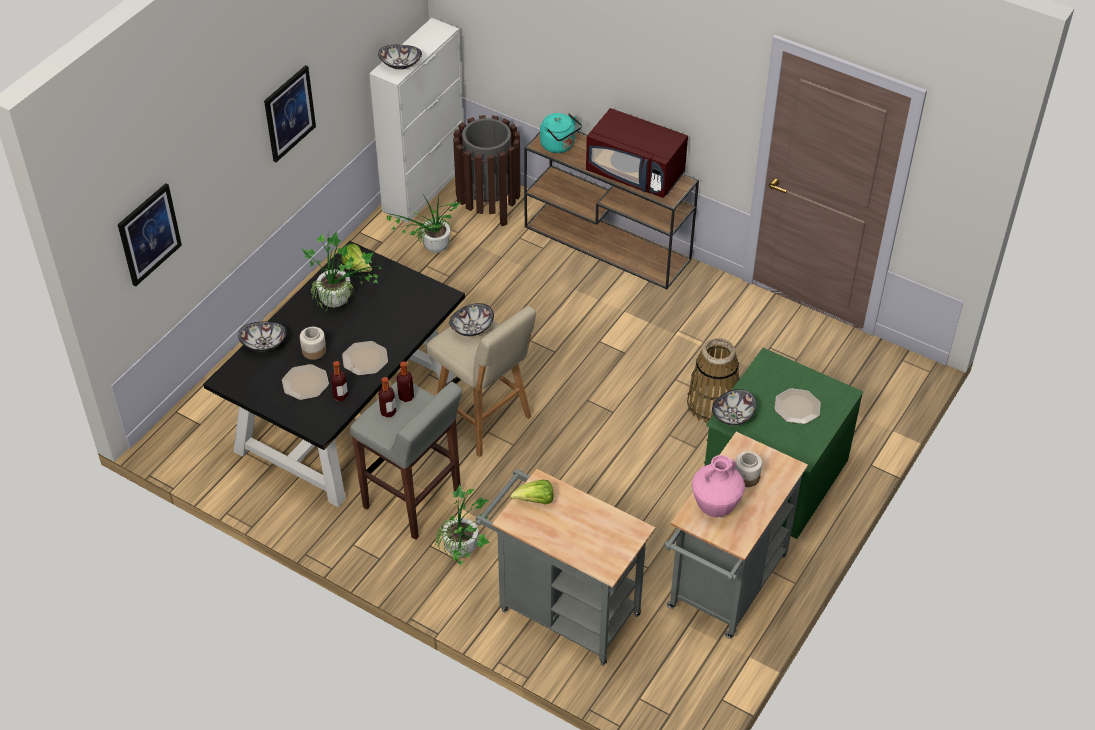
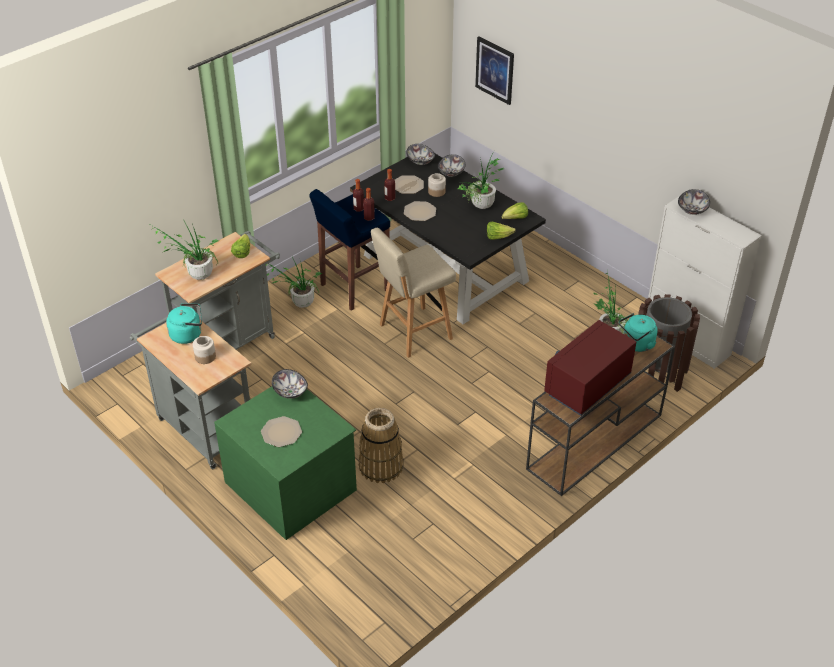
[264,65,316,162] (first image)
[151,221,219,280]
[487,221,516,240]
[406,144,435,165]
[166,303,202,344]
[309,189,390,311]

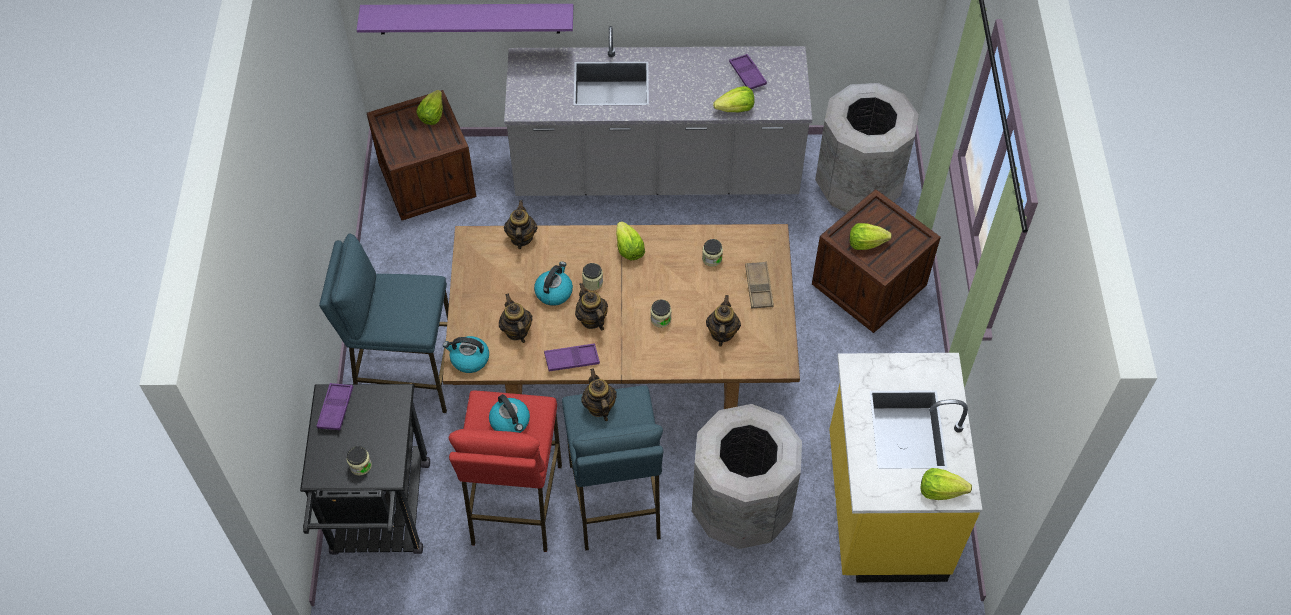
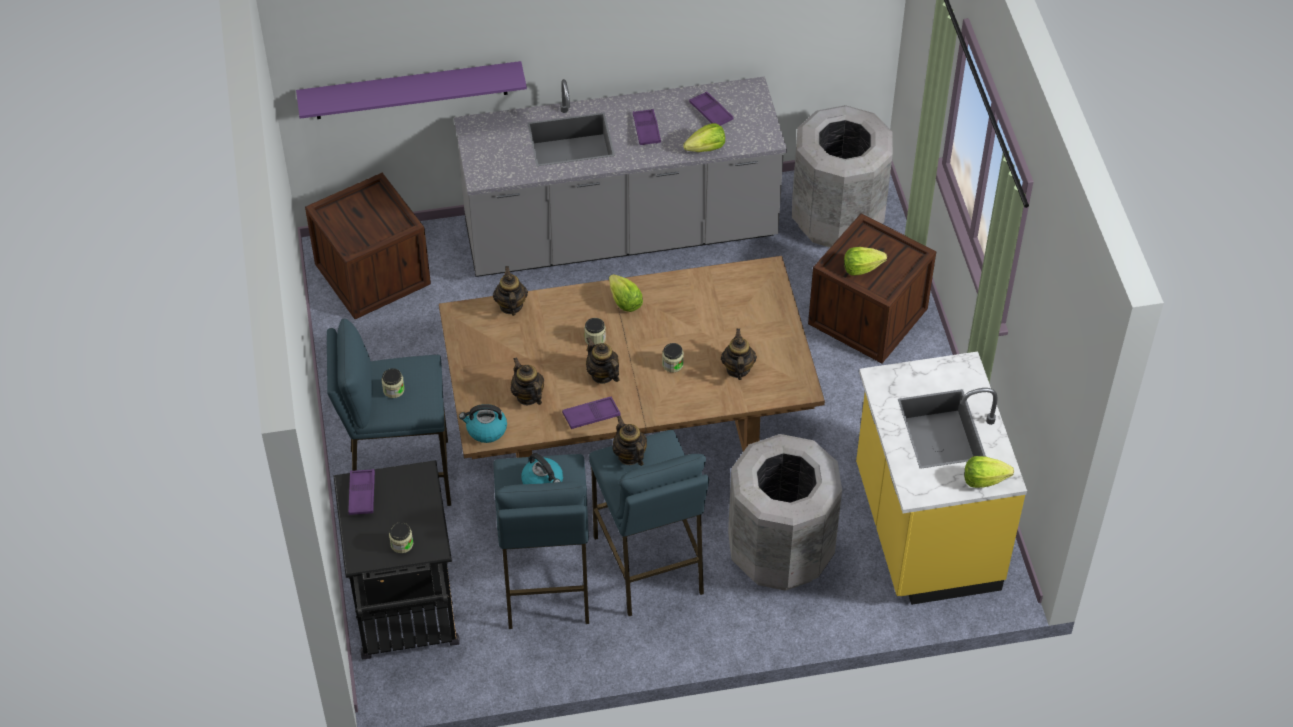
[417,90,443,125] (first image)
[534,262,573,306] (first image)
[745,262,774,309] (first image)
[633,109,661,145]
[382,368,405,398]
[493,454,589,629]

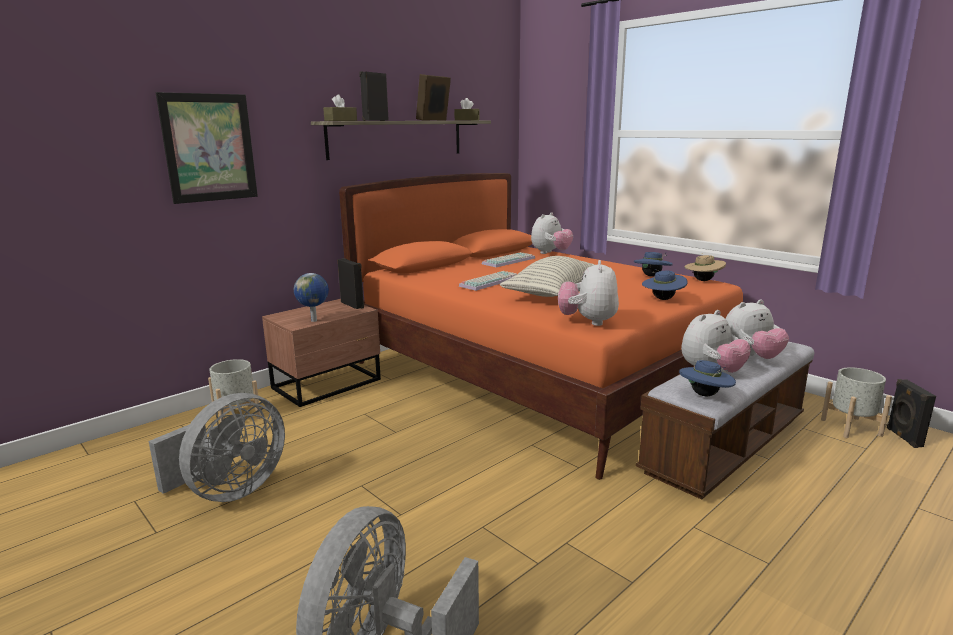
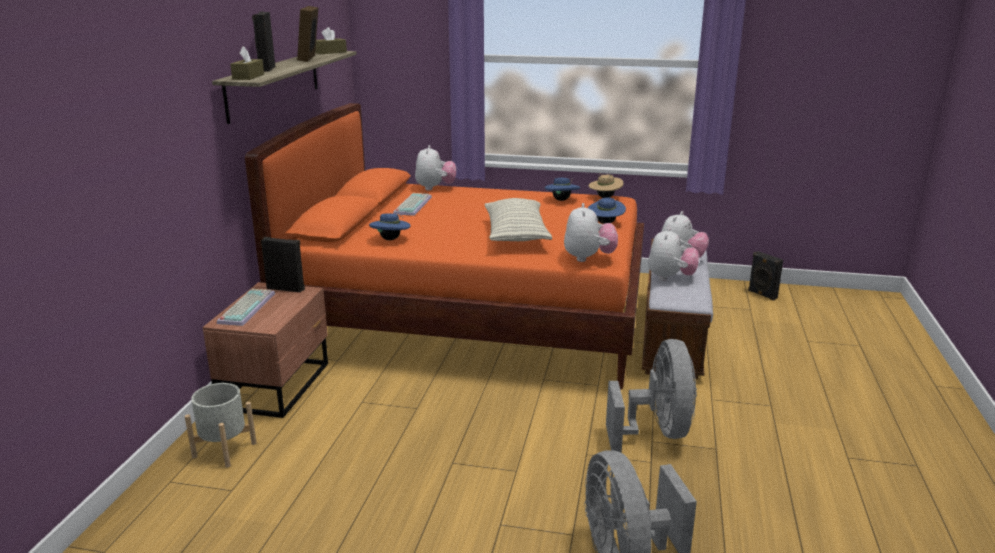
[156,92,258,204] (first image)
[294,273,329,322] (first image)
[821,367,892,438] (first image)
[606,339,697,453]
[217,289,275,326]
[369,213,411,240]
[564,203,618,262]

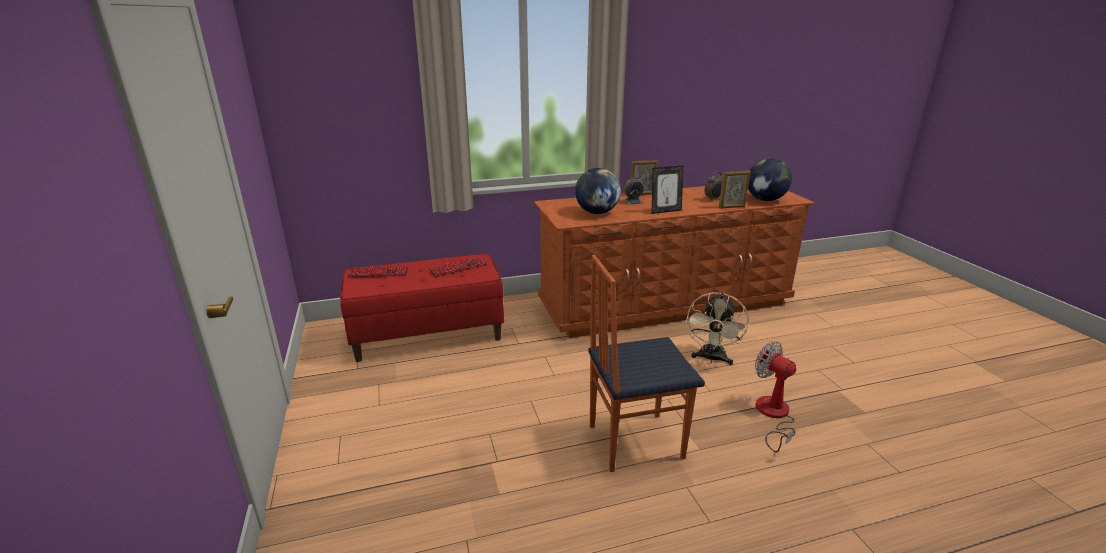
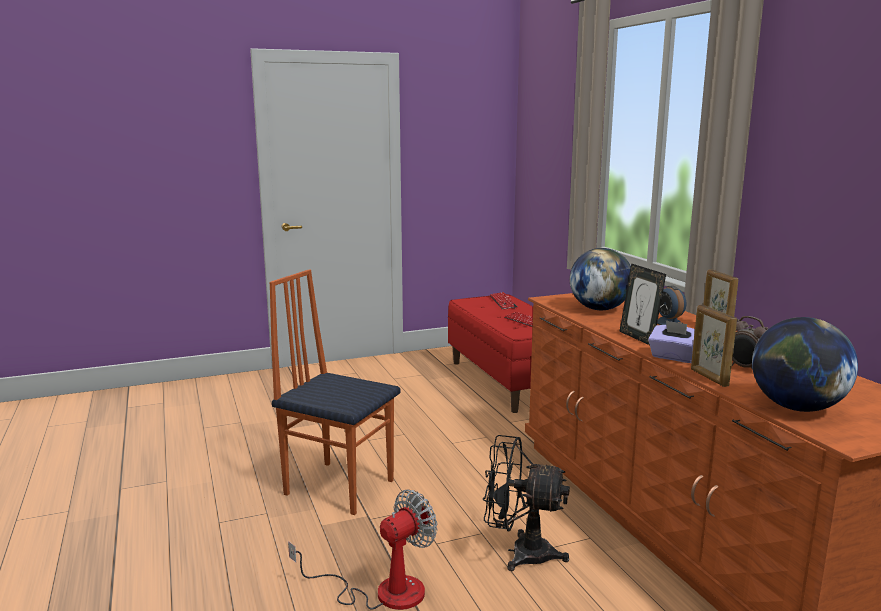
[648,320,695,363]
[483,435,570,571]
[269,269,401,515]

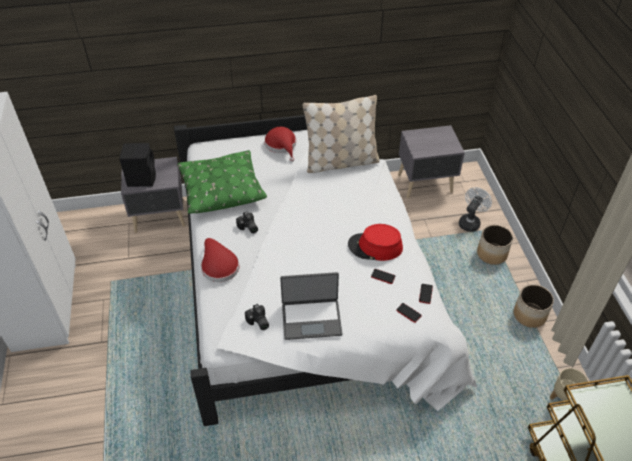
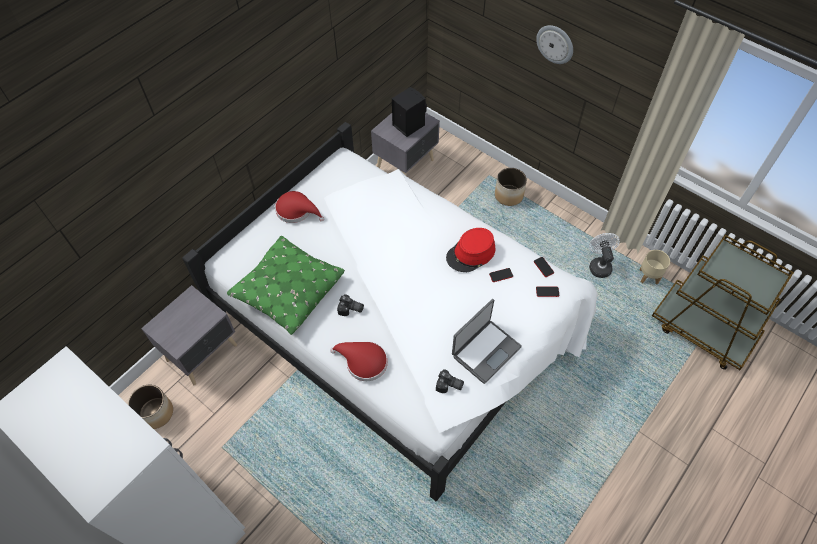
[303,95,380,173] (first image)
[536,25,573,64]
[392,87,427,137]
[589,233,620,278]
[128,385,173,429]

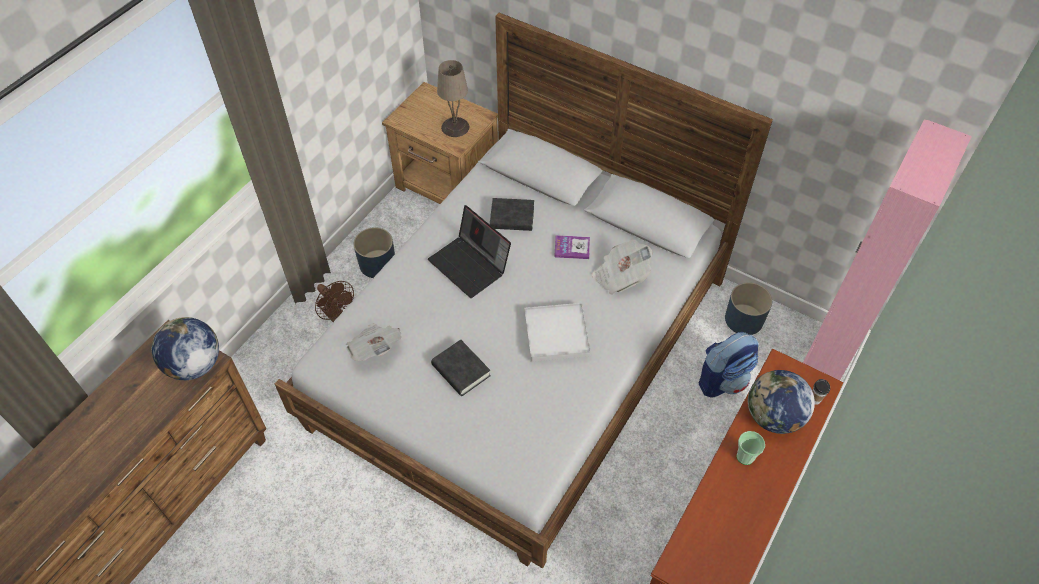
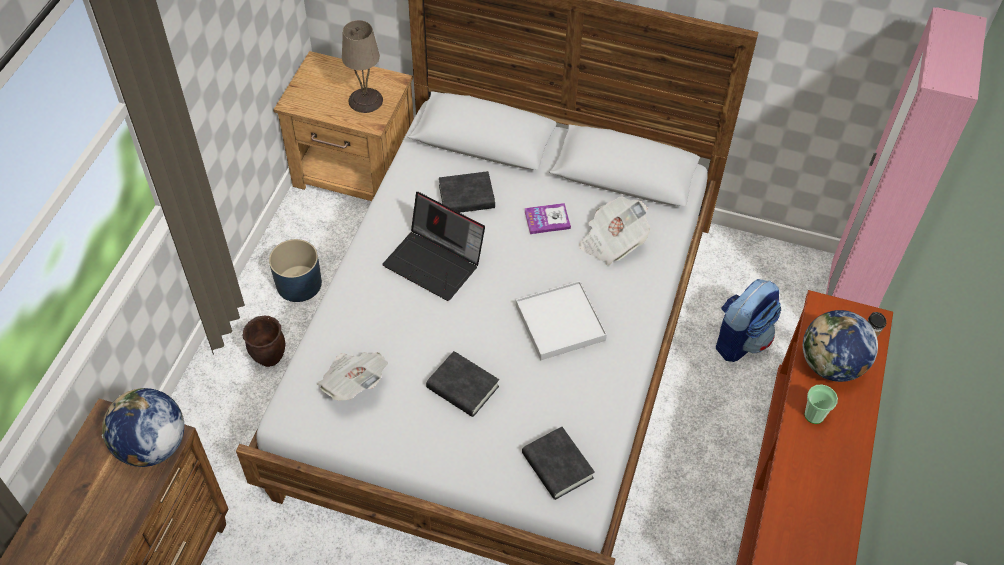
[725,282,772,335] (first image)
[522,427,595,500]
[243,316,285,367]

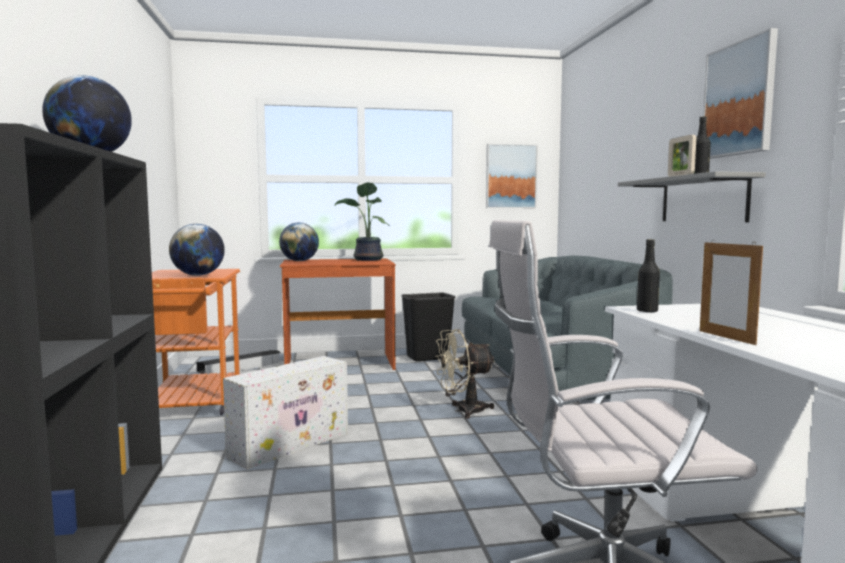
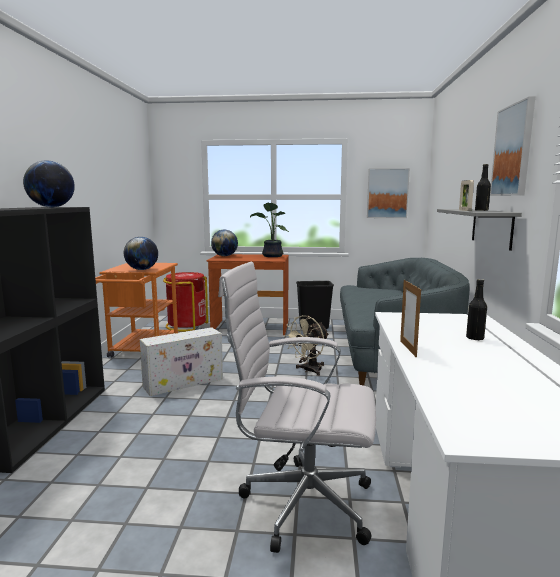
[466,279,487,340]
[163,272,208,332]
[285,315,329,376]

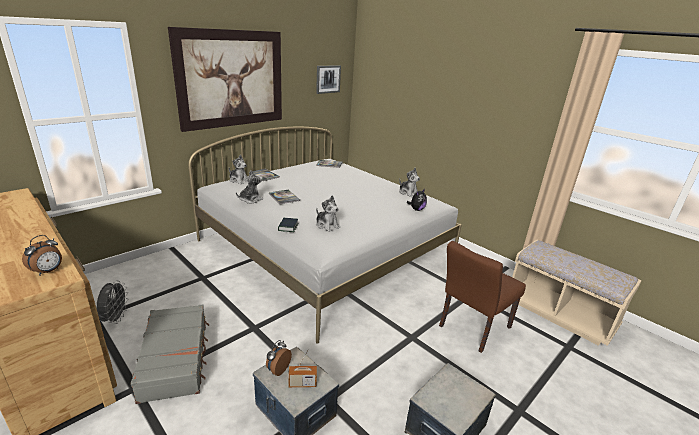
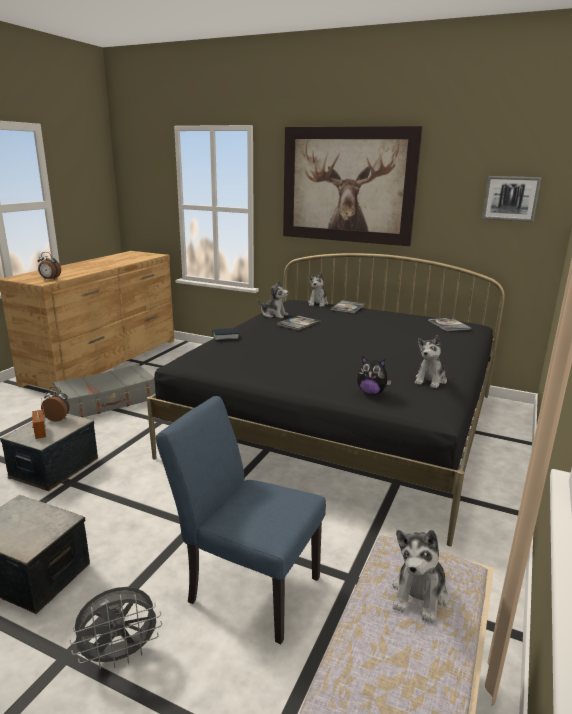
[70,587,162,670]
[393,530,449,623]
[147,253,505,546]
[156,396,326,644]

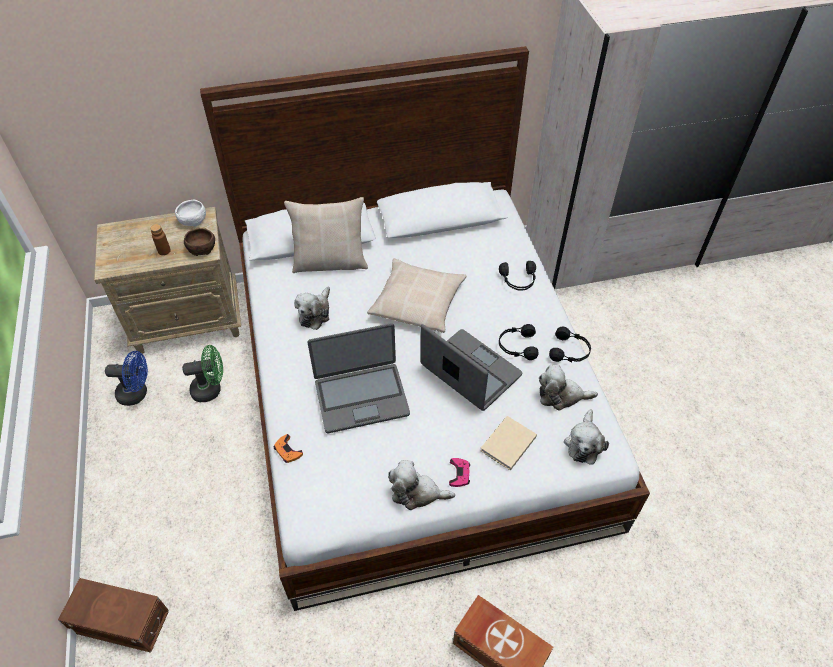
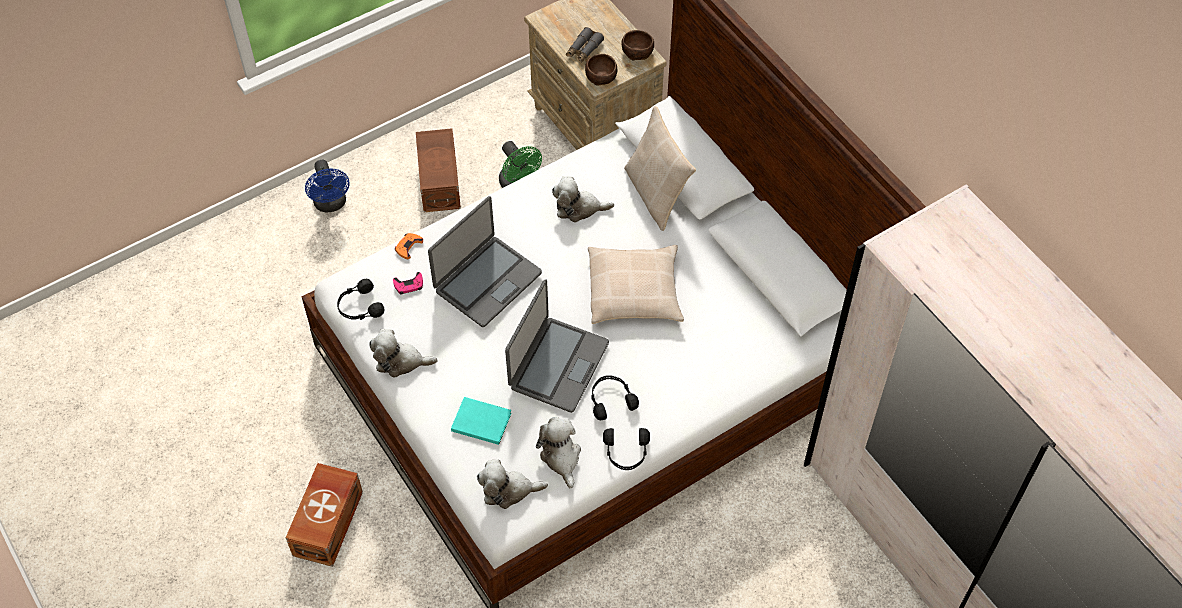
[416,128,461,212]
[305,160,350,213]
[393,272,423,294]
[337,279,385,320]
[566,27,604,63]
[621,30,654,61]
[451,397,511,445]
[428,196,542,327]
[370,329,438,378]

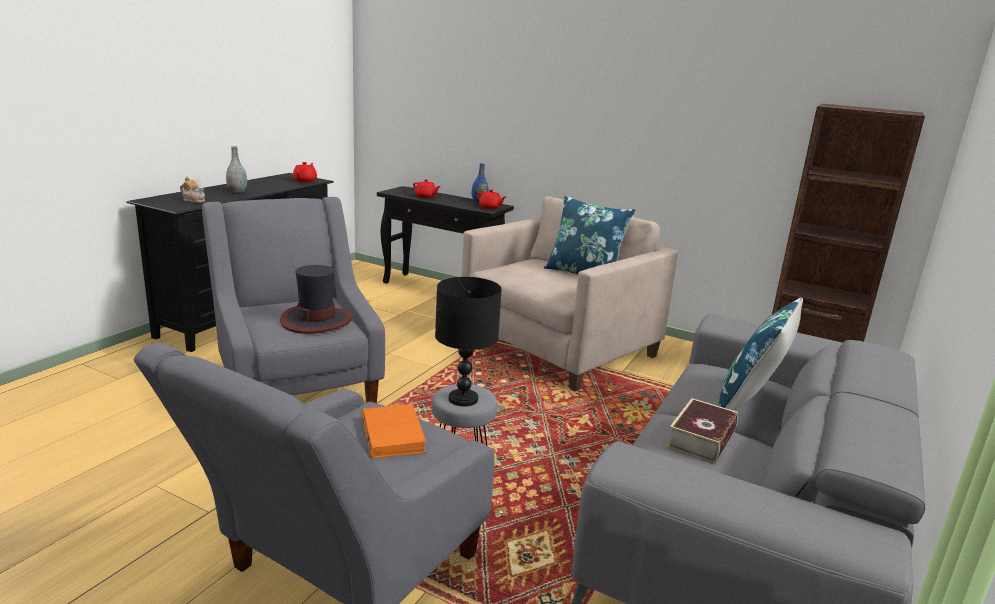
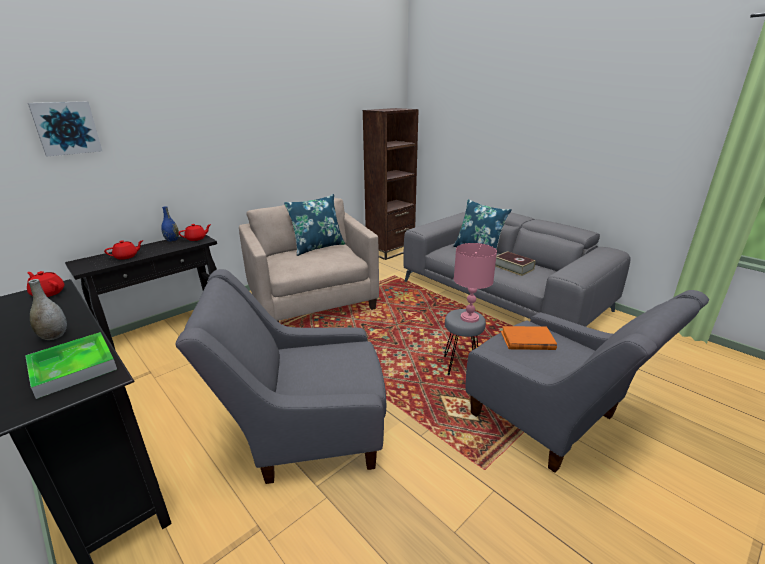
[280,265,352,334] (first image)
[28,101,102,156]
[25,332,117,399]
[454,243,497,323]

